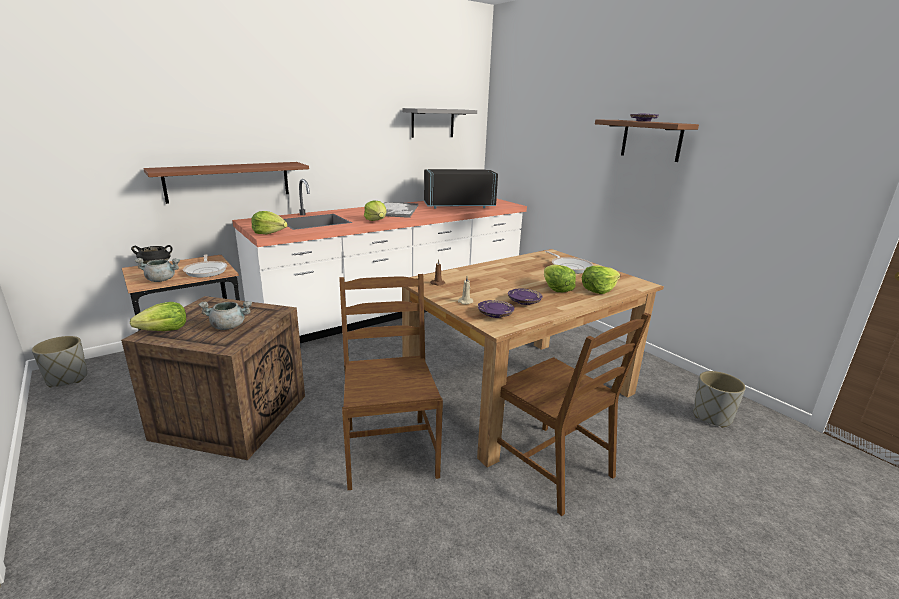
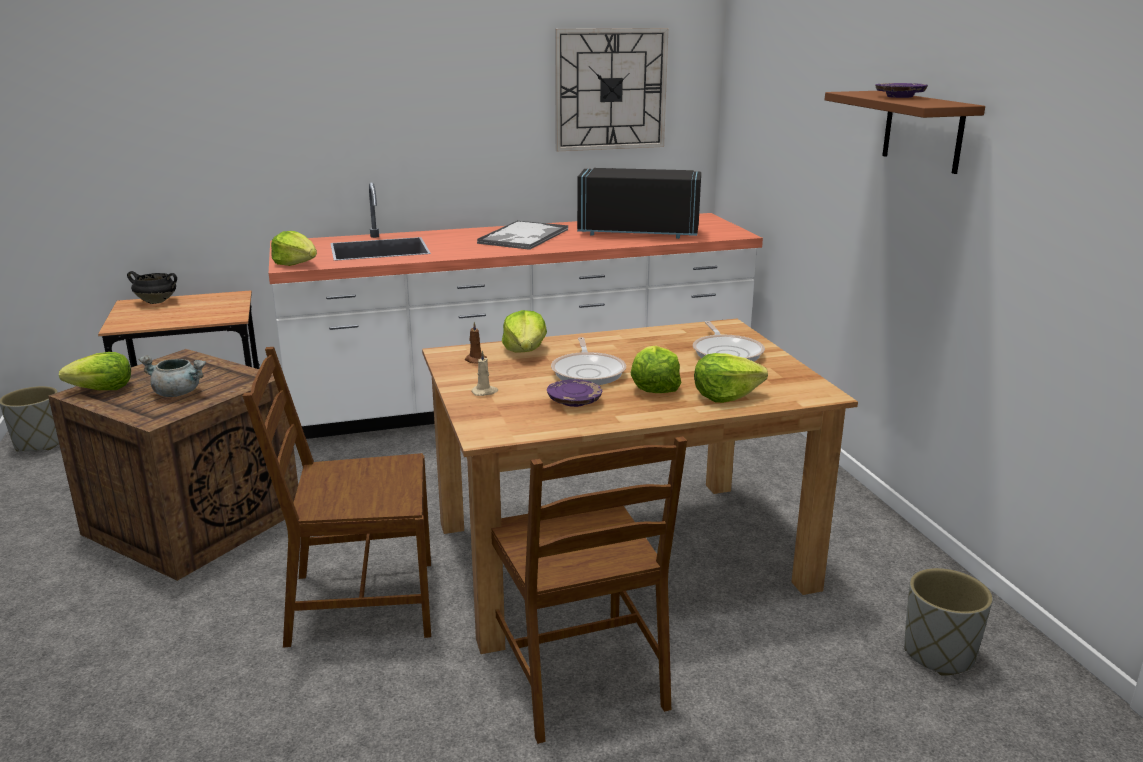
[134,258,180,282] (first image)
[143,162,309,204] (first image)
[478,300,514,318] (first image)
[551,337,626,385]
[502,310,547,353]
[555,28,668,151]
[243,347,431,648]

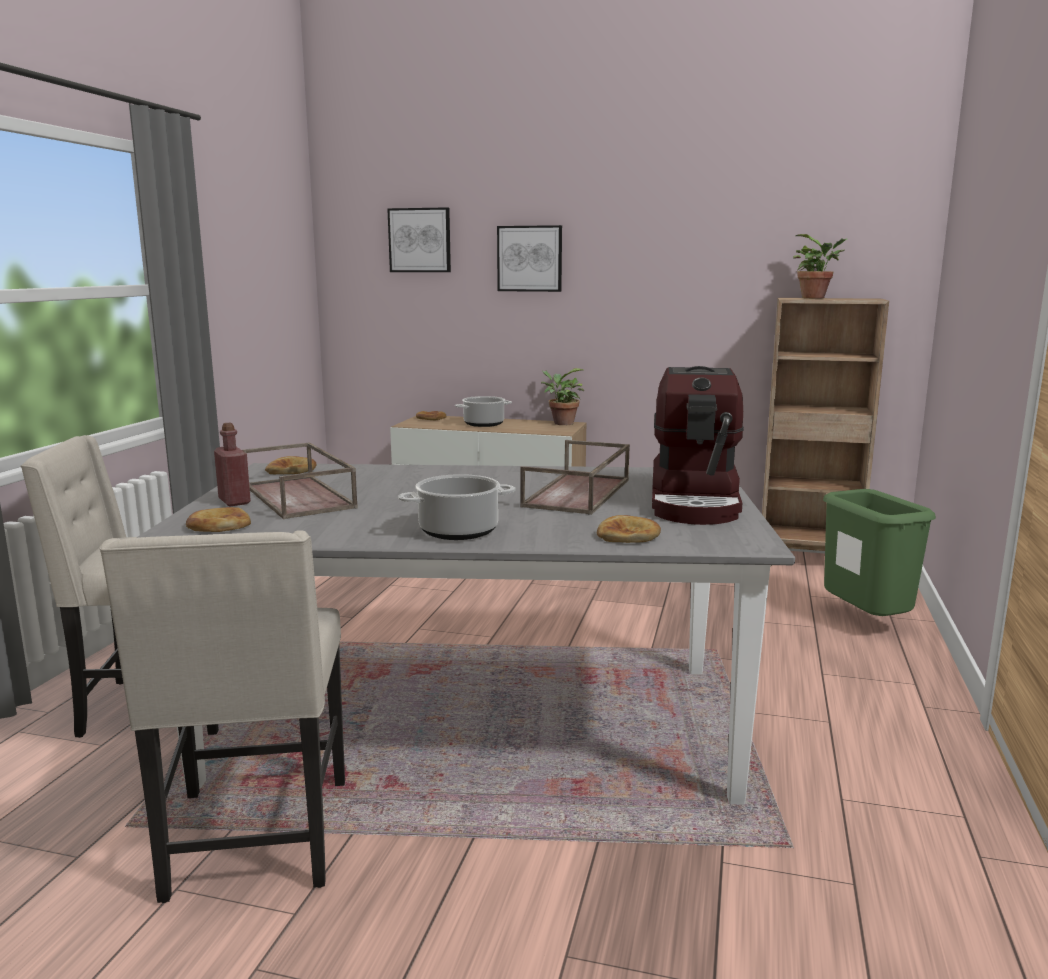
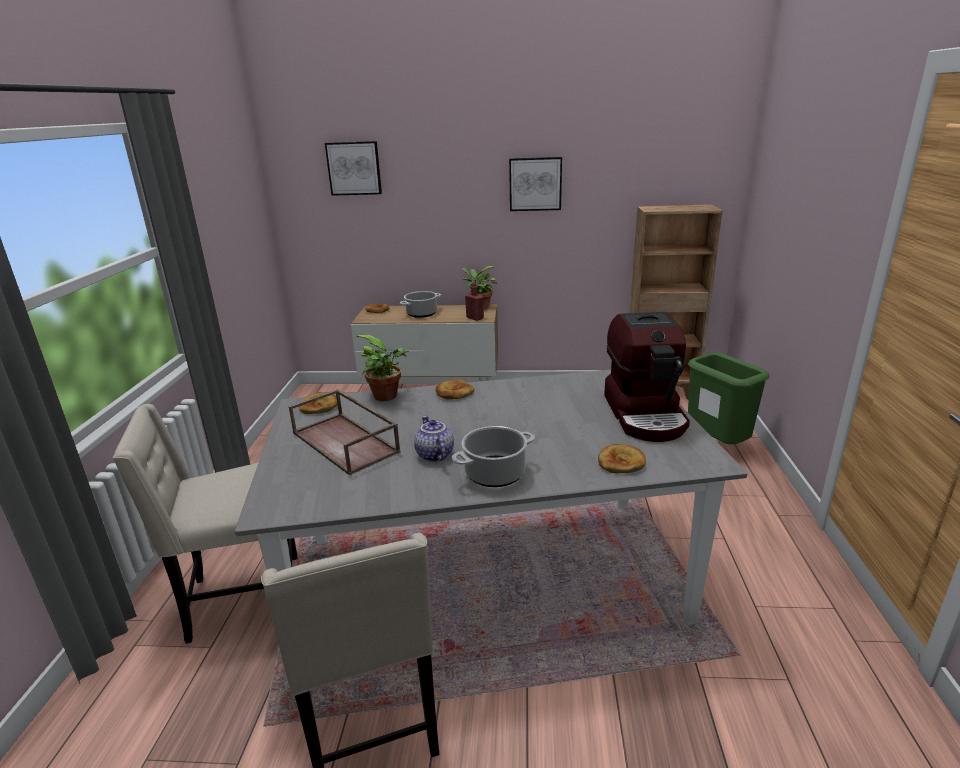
[520,440,630,515] (first image)
[414,416,454,462]
[435,379,474,399]
[465,282,484,321]
[509,157,562,211]
[356,334,408,401]

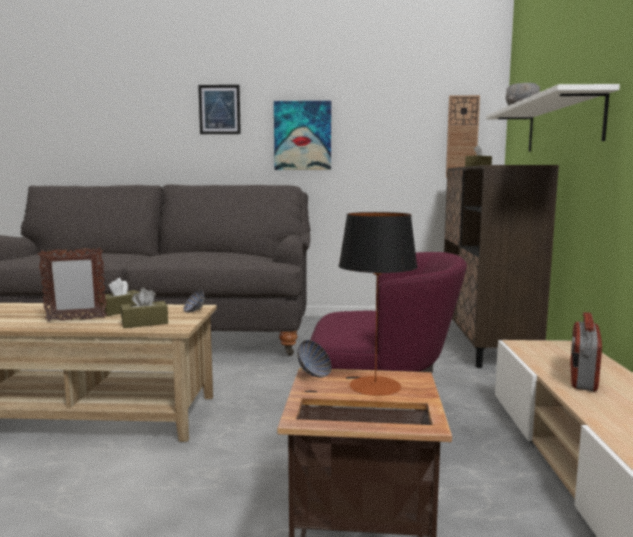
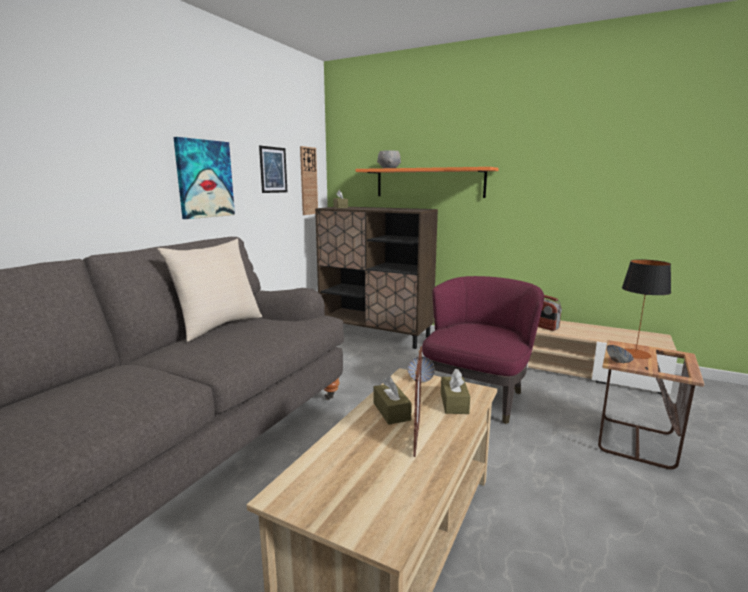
[157,239,262,342]
[259,146,287,193]
[356,167,498,198]

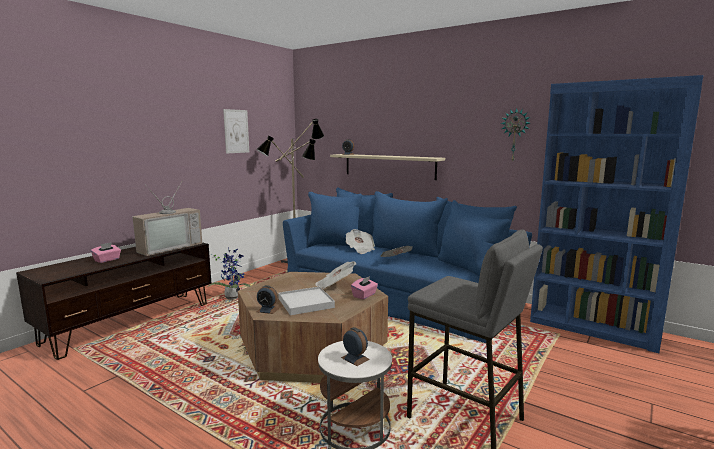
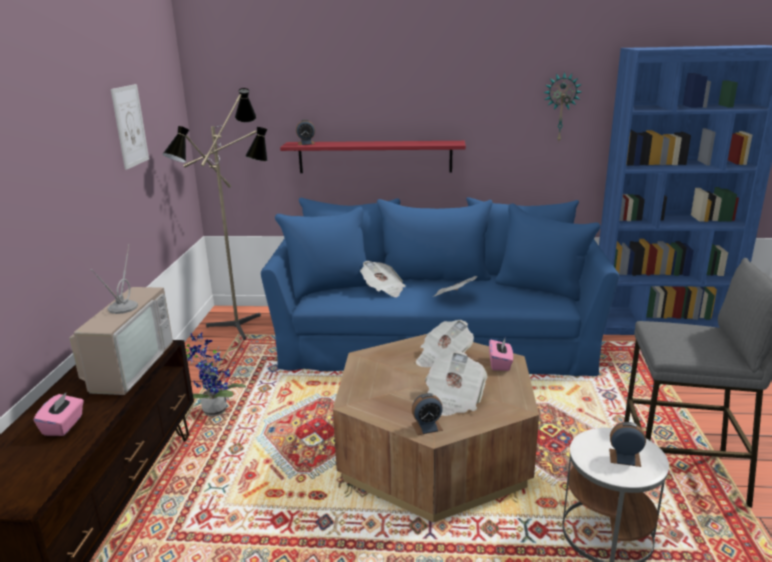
[425,352,487,416]
[280,141,466,173]

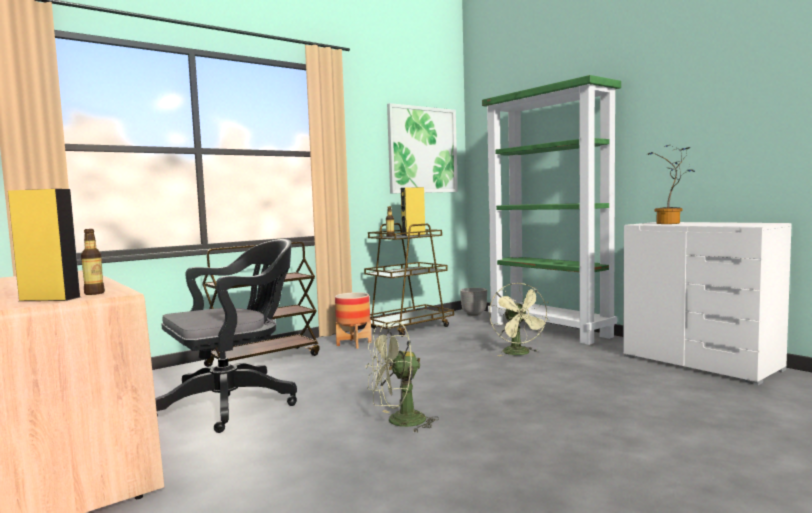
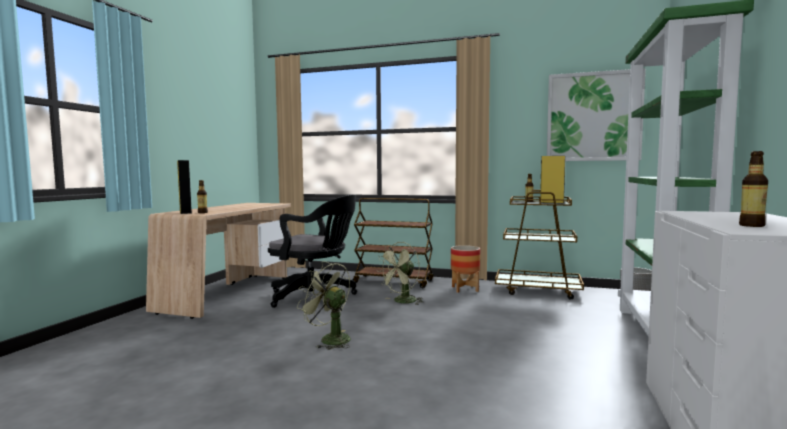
[646,145,695,224] (first image)
[739,151,768,227]
[377,242,423,305]

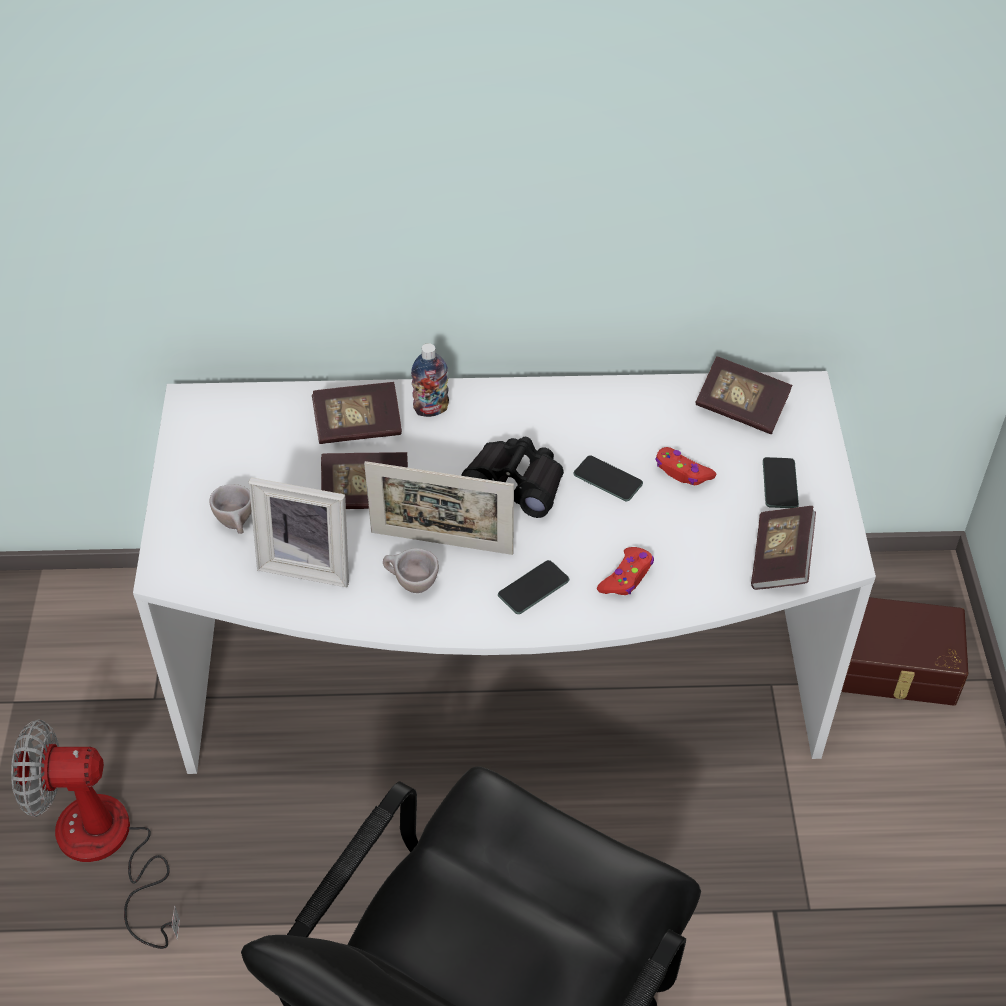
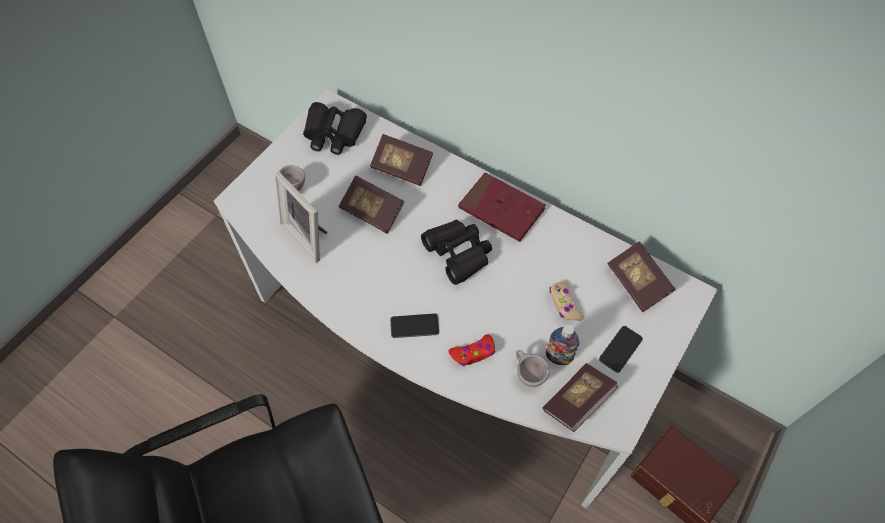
[11,719,180,949] (first image)
[364,461,514,555] (first image)
[573,455,643,501] (first image)
[303,102,367,155]
[458,173,546,242]
[516,350,550,387]
[546,324,579,365]
[549,282,584,321]

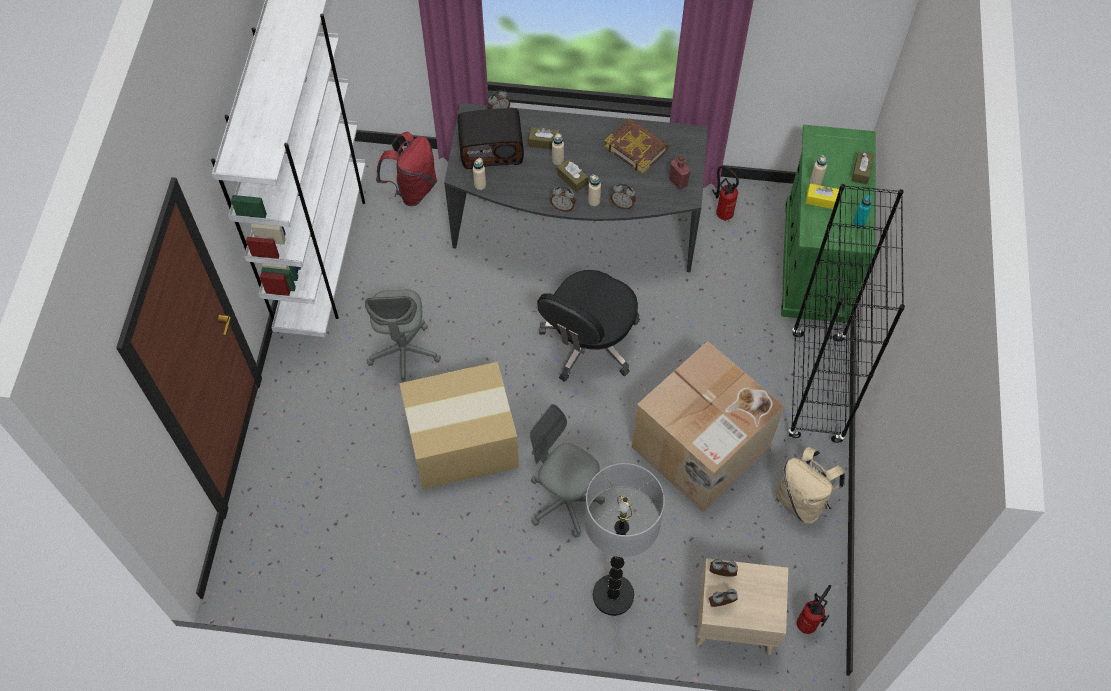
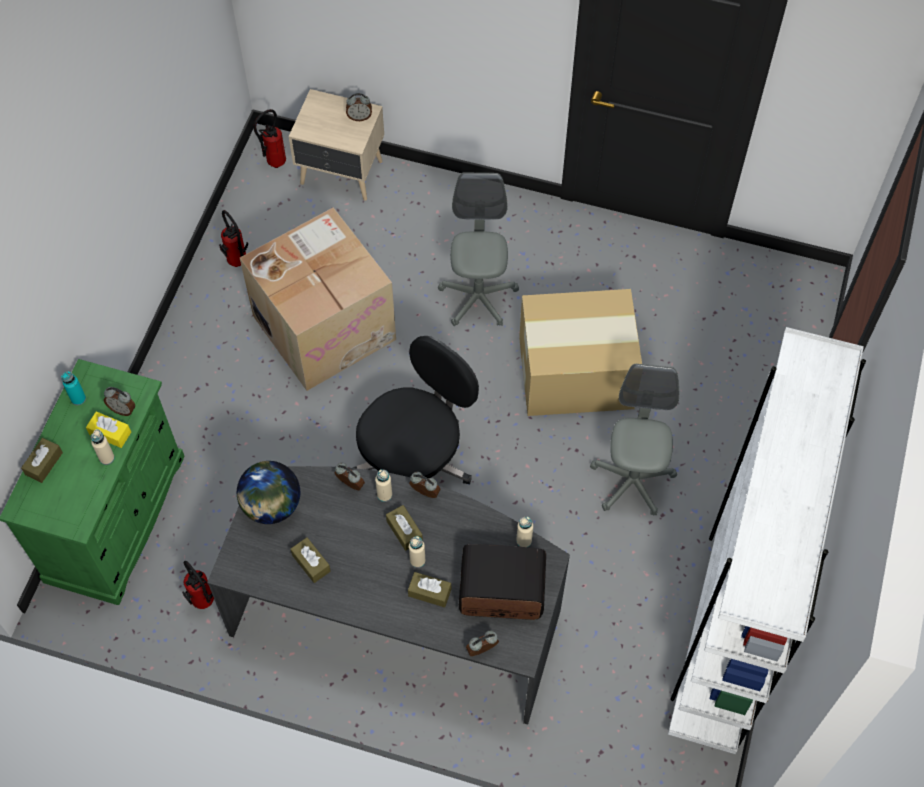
[376,132,437,206] (first image)
[585,463,665,616] (first image)
[788,184,905,443] (first image)
[104,387,135,416]
[291,537,331,583]
[237,461,300,524]
[219,210,248,267]
[438,173,519,326]

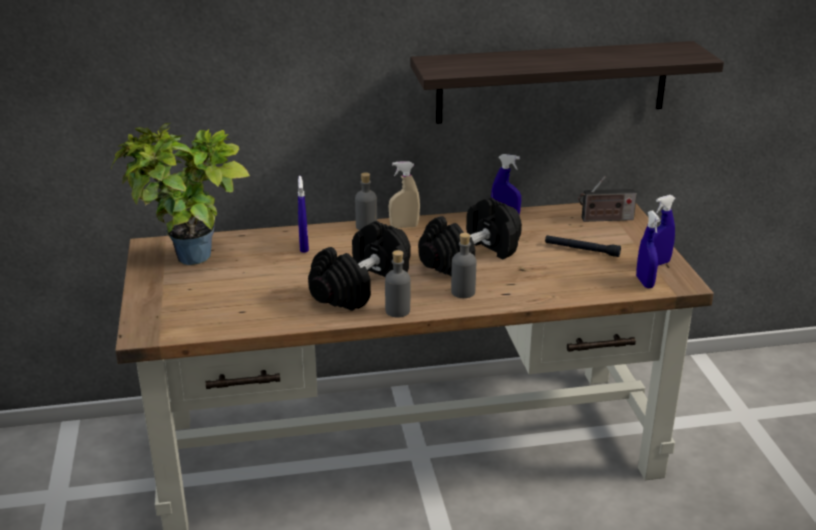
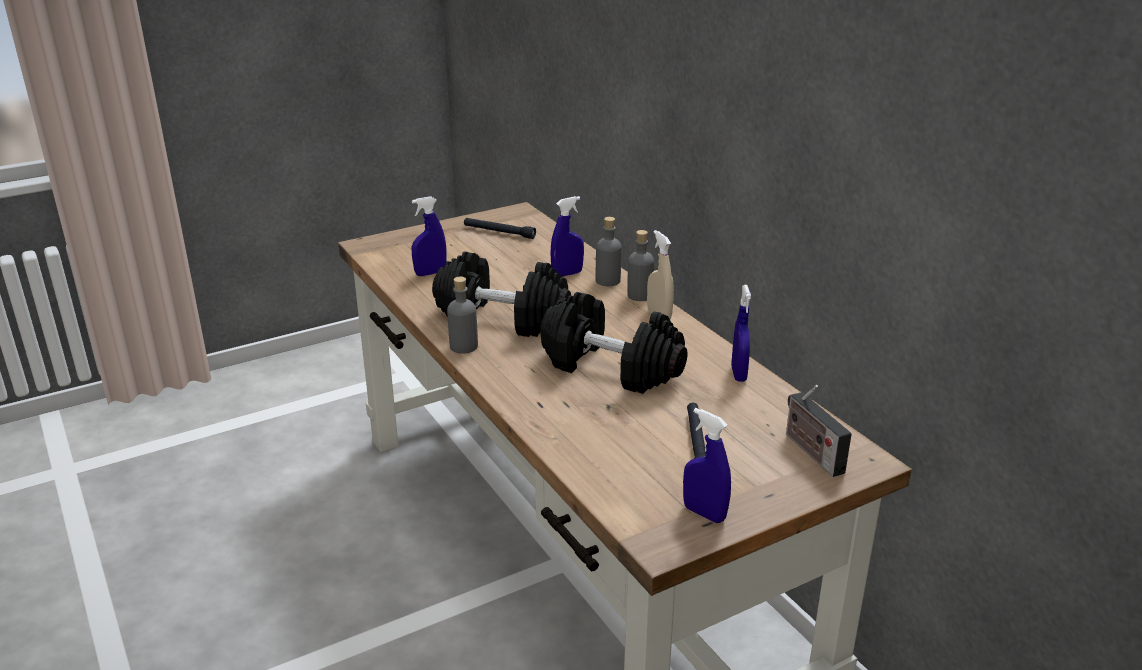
[410,41,724,124] (first image)
[595,217,622,286]
[412,196,447,276]
[464,218,536,239]

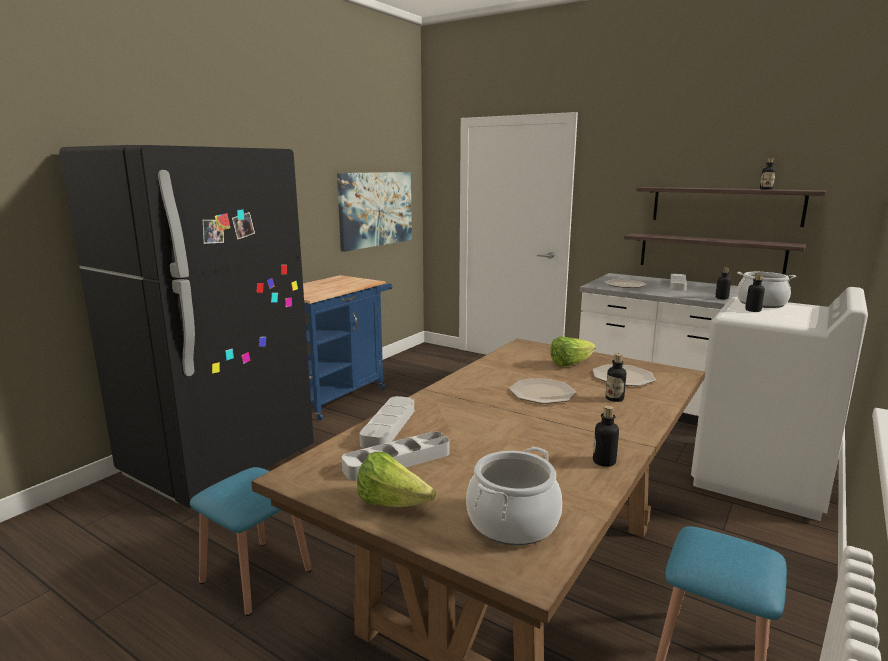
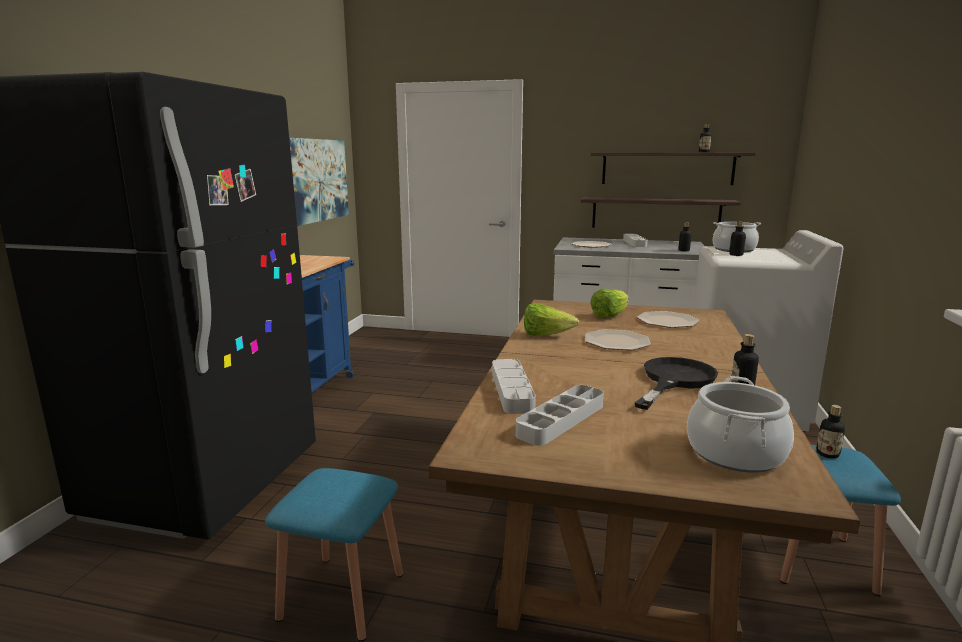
[635,357,718,410]
[524,303,579,336]
[816,405,845,459]

